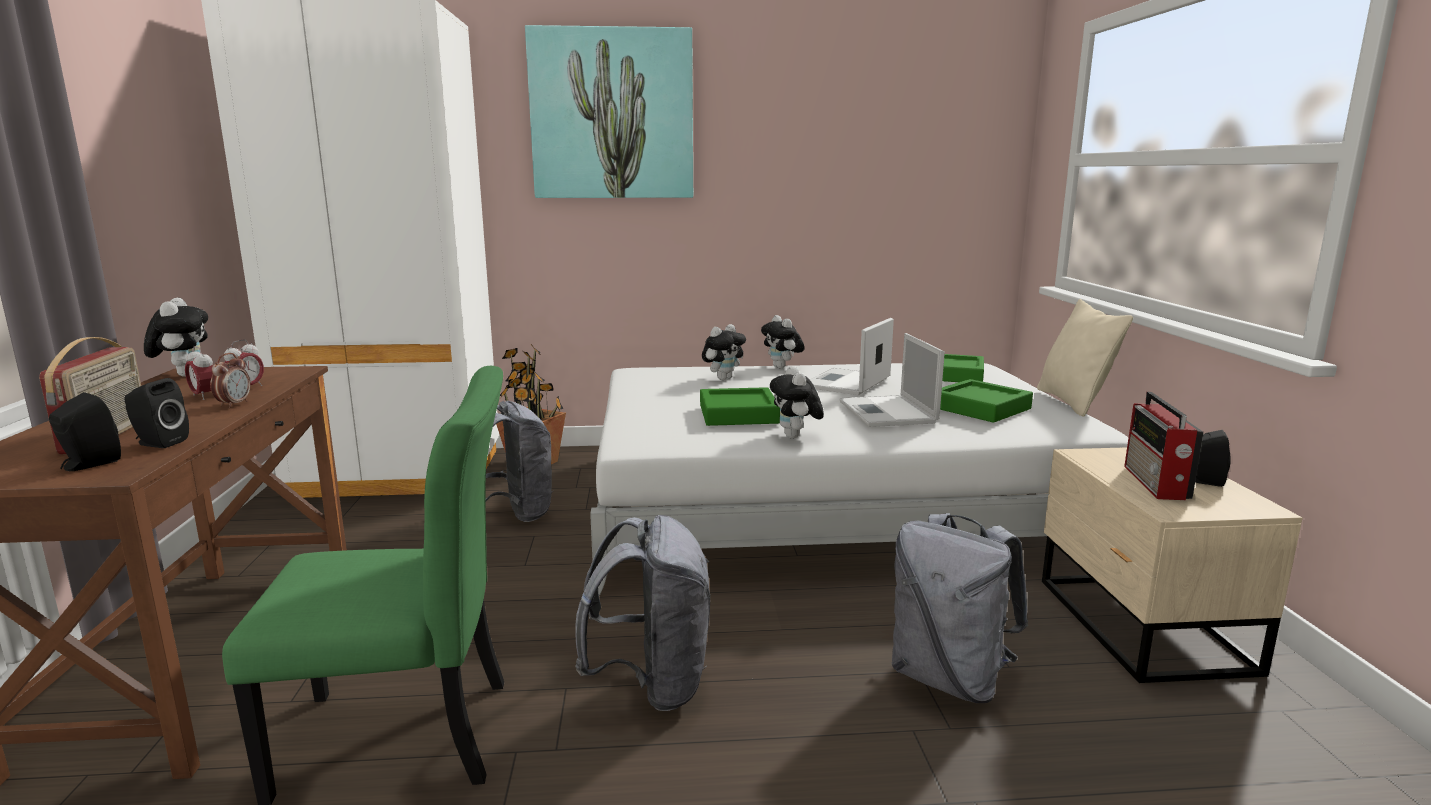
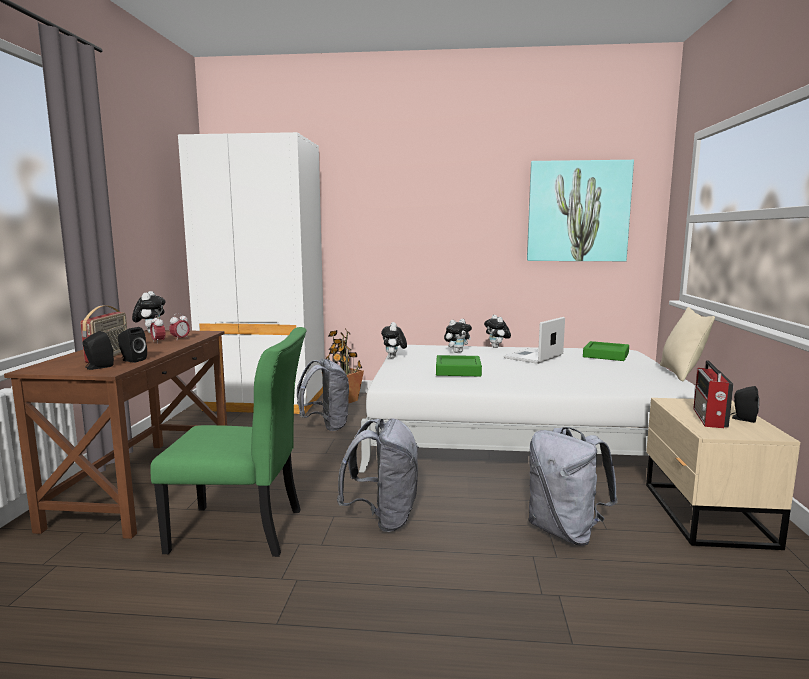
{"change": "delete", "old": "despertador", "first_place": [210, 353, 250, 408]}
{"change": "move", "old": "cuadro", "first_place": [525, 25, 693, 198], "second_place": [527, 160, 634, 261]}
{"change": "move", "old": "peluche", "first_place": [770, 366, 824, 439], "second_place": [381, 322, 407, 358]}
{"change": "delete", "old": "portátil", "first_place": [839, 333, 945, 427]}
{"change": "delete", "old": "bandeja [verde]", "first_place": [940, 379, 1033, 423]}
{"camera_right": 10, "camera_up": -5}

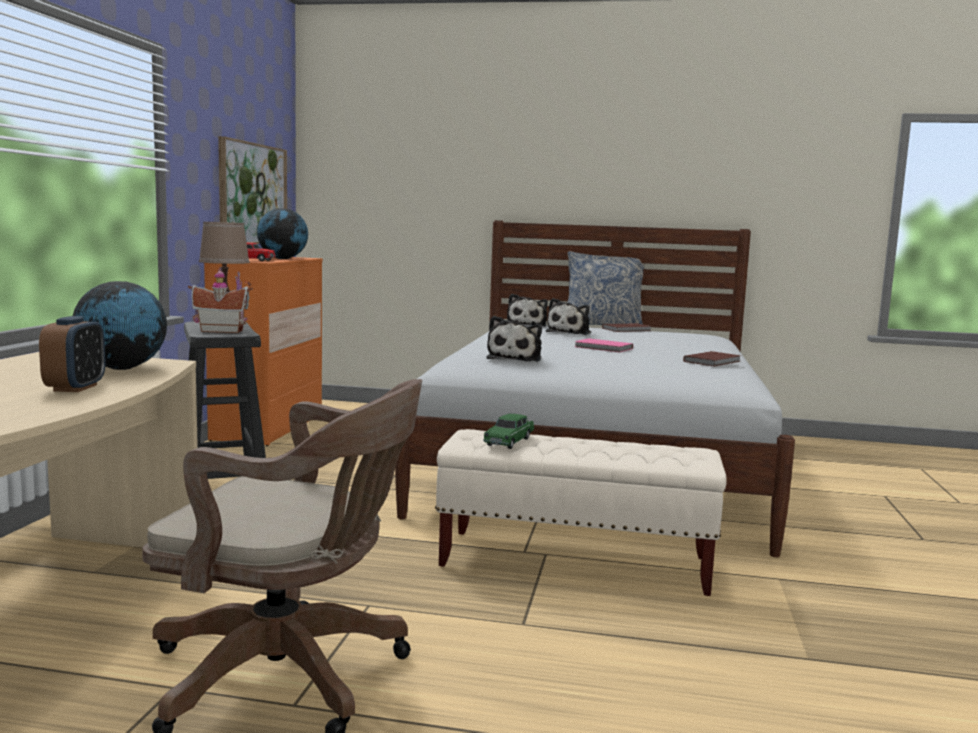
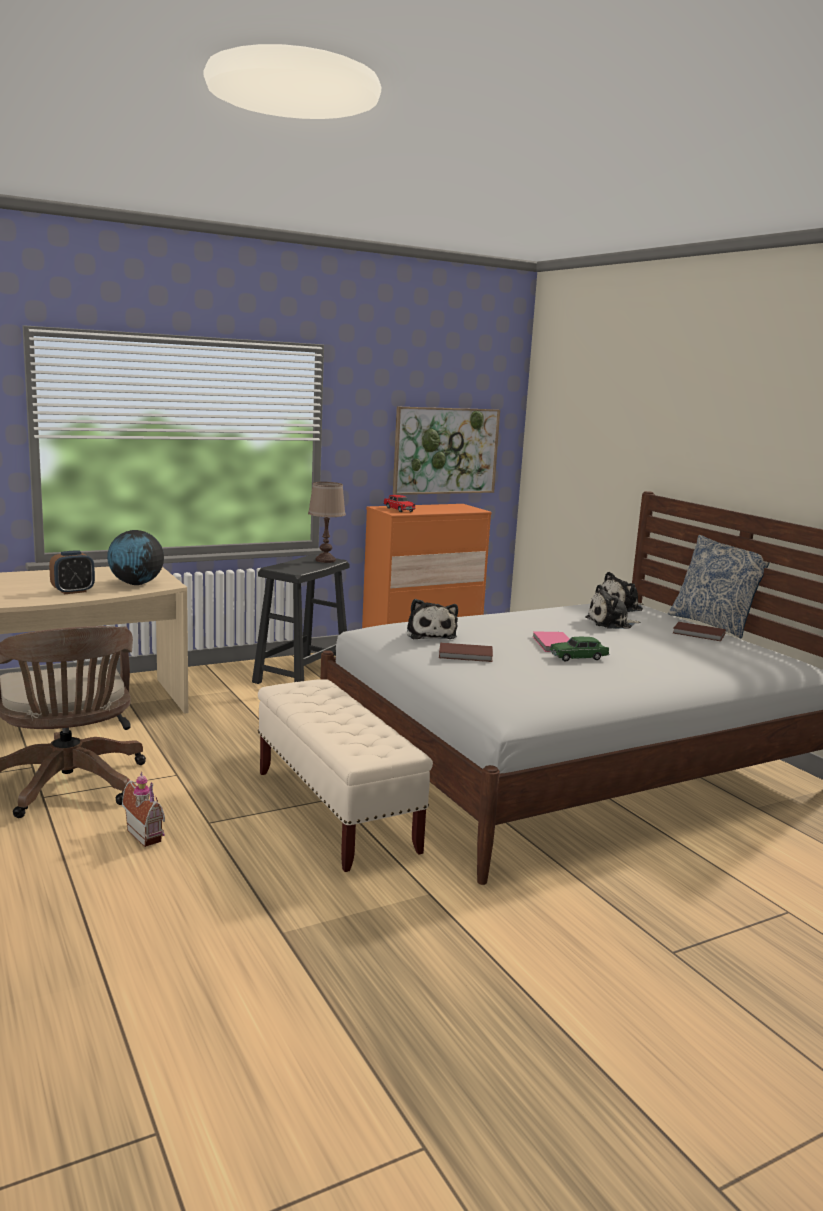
{"change": "move", "old": "casita", "first_place": [188, 267, 253, 333], "second_place": [122, 772, 165, 847]}
{"change": "delete", "old": "globo terráqueo", "first_place": [257, 208, 308, 259]}
{"change": "move", "old": "coche de juguete [verde]", "first_place": [483, 414, 534, 449], "second_place": [549, 637, 610, 662]}
{"change": "rotate", "old": "peluche", "first_place": [487, 316, 542, 362], "second_place": [407, 599, 458, 639], "degrees": -75}
{"change": "move", "old": "libro [marrón]", "first_place": [683, 351, 741, 367], "second_place": [439, 643, 493, 662]}
{"camera_right": 50, "camera_up": 5}

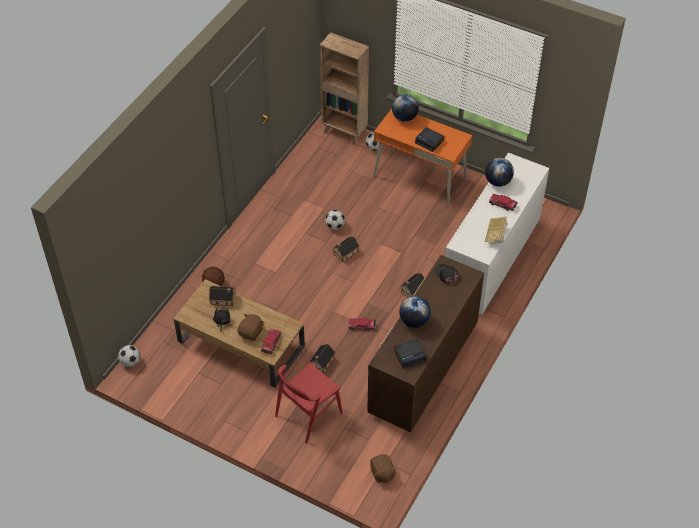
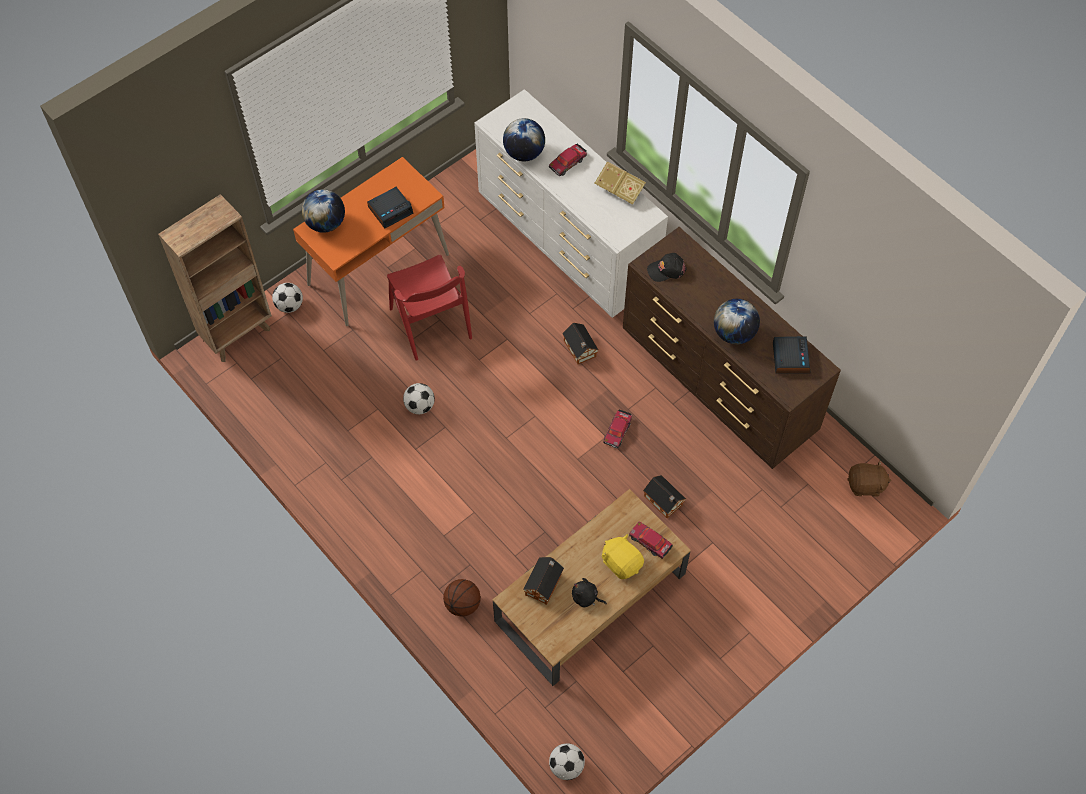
{"change": "recolor", "old": "peluche [marrón]", "new": "peluche [amarillo]", "first_place": [238, 313, 264, 341], "second_place": [602, 534, 644, 579]}
{"change": "move", "old": "silla [rojo]", "first_place": [275, 362, 343, 444], "second_place": [387, 255, 472, 361]}
{"change": "delete", "old": "casita", "first_place": [332, 236, 359, 262]}
{"camera_right": -70, "camera_up": 10}

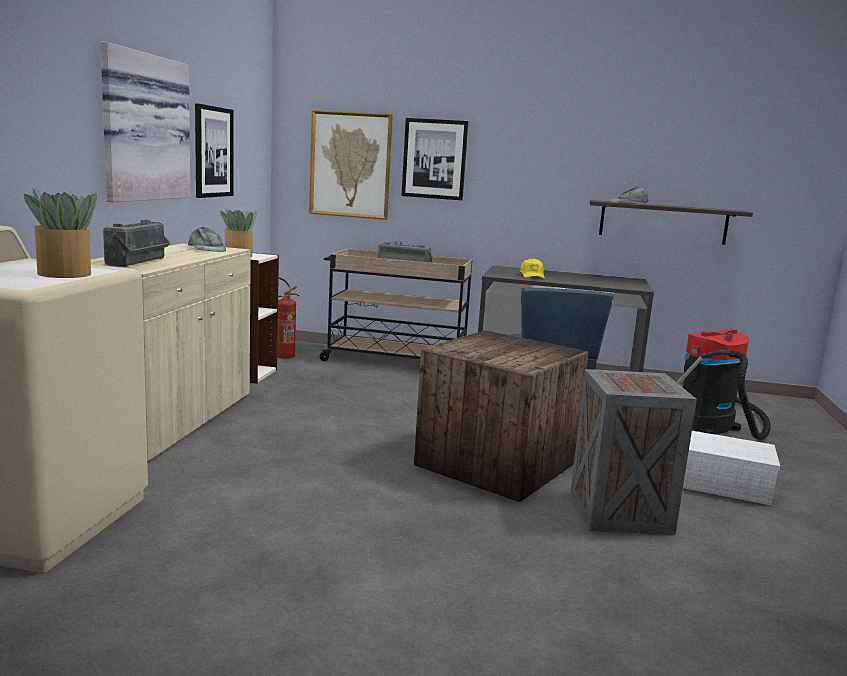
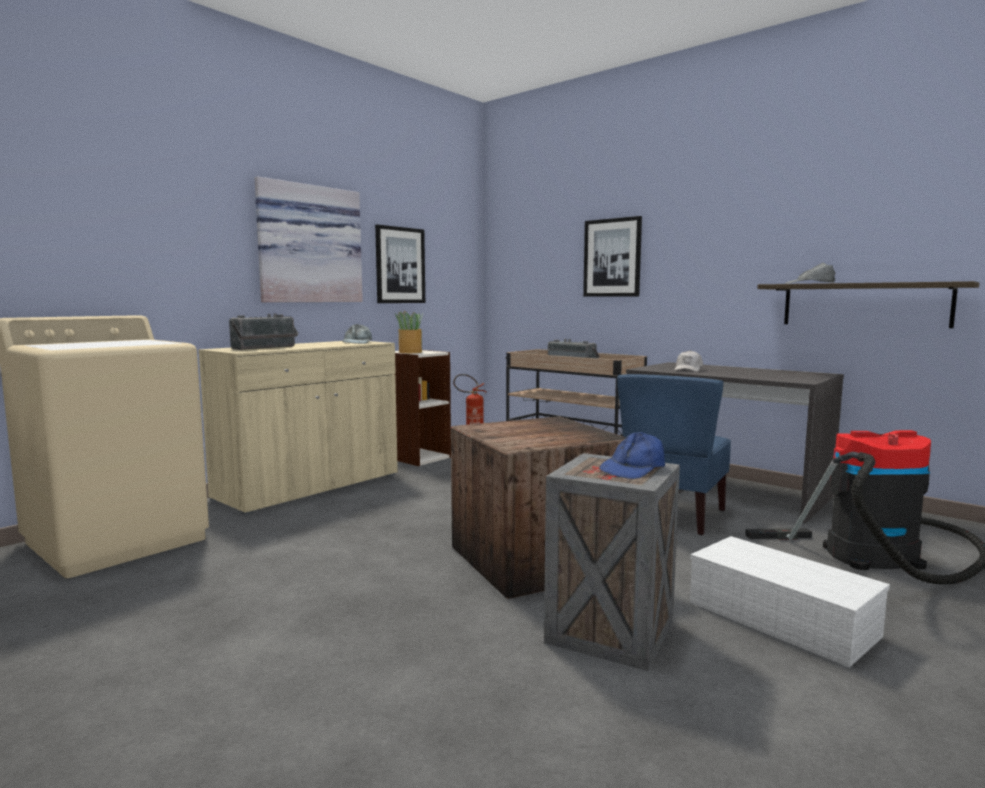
{"change": "delete", "old": "planta en maceta", "first_place": [24, 188, 97, 278]}
{"change": "delete", "old": "cuadro", "first_place": [309, 110, 393, 220]}
{"change": "recolor", "old": "gorra [amarillo]", "new": "gorra [blanco]", "first_place": [520, 258, 545, 279], "second_place": [675, 350, 703, 372]}
{"change": "insert", "new": "gorra [azul]", "second_place": [599, 432, 665, 479]}
{"camera_right": 30, "camera_up": -5}

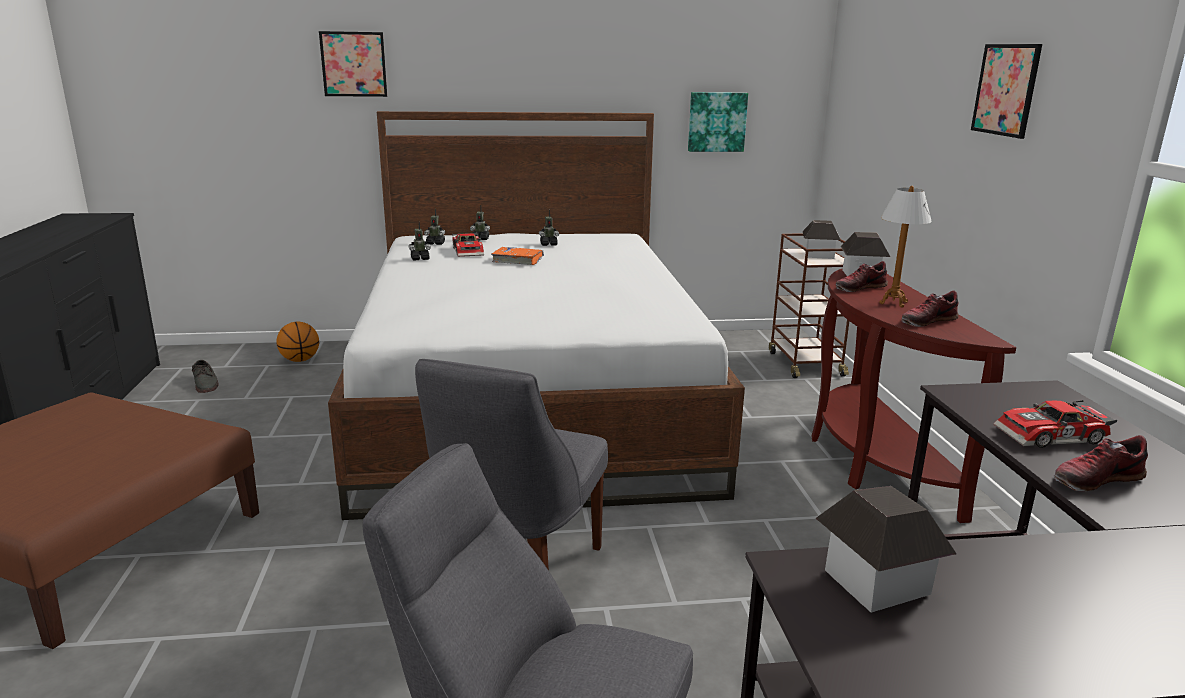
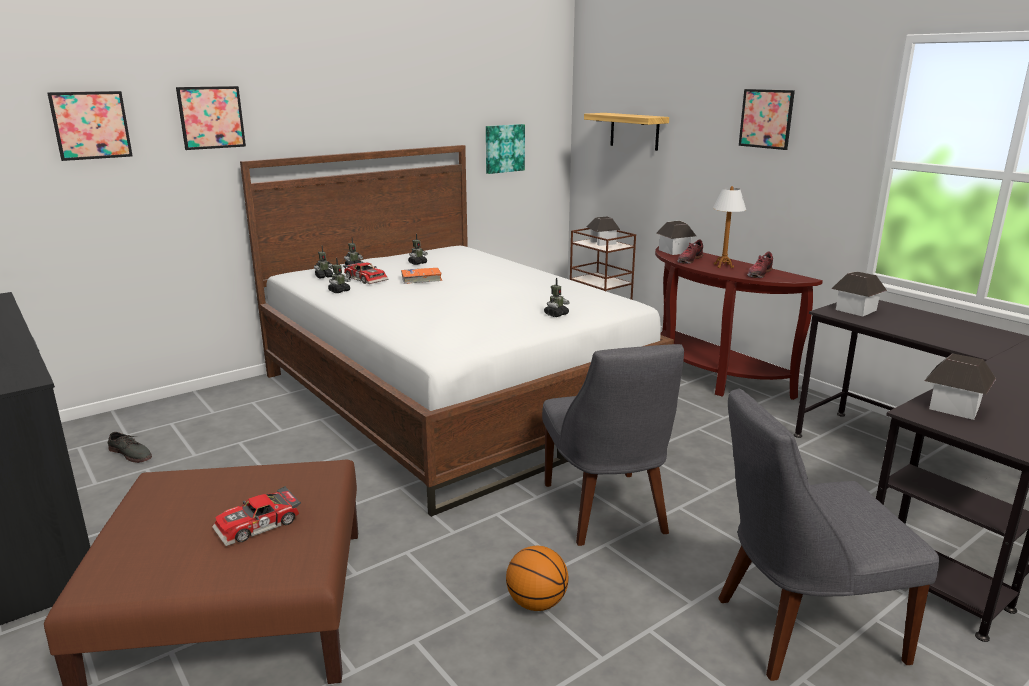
{"change": "move", "old": "balón de baloncesto", "first_place": [276, 322, 319, 362], "second_place": [506, 546, 569, 611]}
{"change": "move", "old": "coche de juguete", "first_place": [993, 400, 1117, 448], "second_place": [212, 486, 301, 546]}
{"change": "delete", "old": "zapato", "first_place": [1054, 435, 1148, 491]}
{"change": "insert", "new": "cuadro", "second_place": [47, 91, 133, 161]}
{"change": "insert", "new": "robot de juguete", "second_place": [544, 278, 570, 317]}
{"change": "insert", "new": "estante", "second_place": [584, 113, 669, 151]}
{"change": "insert", "new": "casita", "second_place": [832, 272, 887, 316]}
{"camera_right": -30, "camera_up": 0}

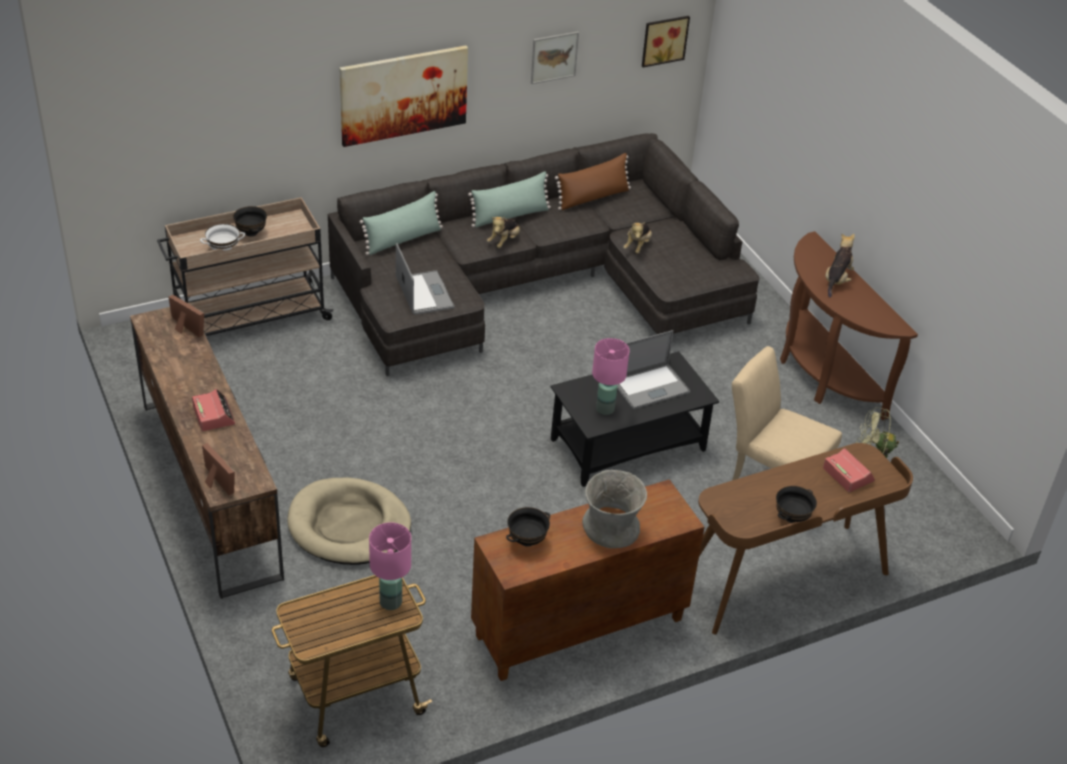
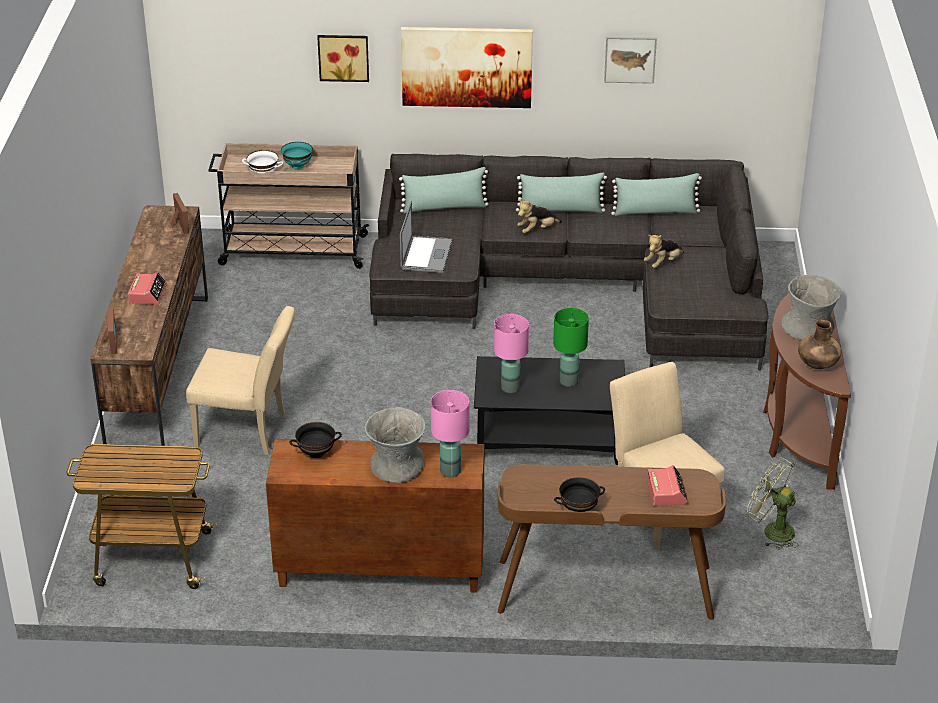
{"change": "recolor", "old": "cuenco [negro]", "new": "cuenco [turquesa]", "first_place": [233, 206, 267, 237], "second_place": [281, 142, 313, 170]}
{"change": "replace", "old": "cama para perro [beis]", "new": "silla [beis]", "first_place": [287, 478, 411, 565], "second_place": [186, 306, 295, 455]}
{"change": "move", "old": "lámpara de mesa [rosa]", "first_place": [369, 523, 411, 610], "second_place": [431, 390, 469, 477]}
{"change": "recolor", "old": "cojín [marrón]", "new": "cojín [verde]", "first_place": [555, 153, 631, 210], "second_place": [611, 173, 702, 216]}
{"change": "replace", "old": "portátil", "new": "lámpara de mesa [verde]", "first_place": [617, 330, 690, 409], "second_place": [553, 308, 589, 387]}
{"change": "move", "old": "cuadro", "first_place": [642, 16, 690, 67], "second_place": [317, 35, 369, 82]}
{"change": "replace", "old": "peluche", "new": "florero [gris]", "first_place": [825, 234, 855, 298], "second_place": [781, 275, 841, 340]}
{"change": "insert", "new": "florero [marrón]", "second_place": [798, 320, 842, 369]}
{"camera_right": 30, "camera_up": -5}

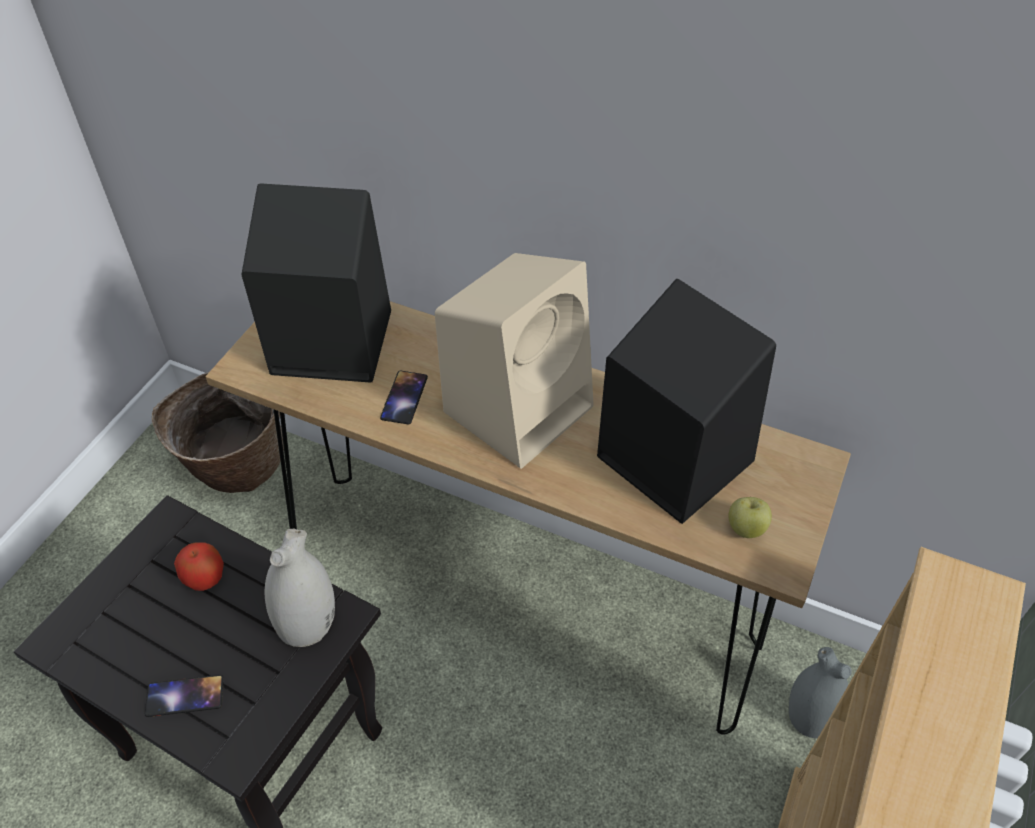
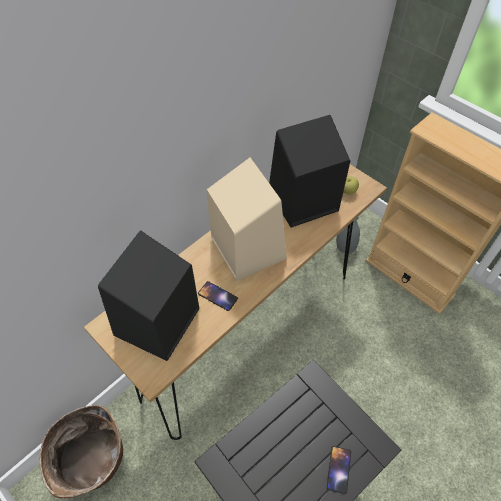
{"change": "delete", "old": "manzana", "first_place": [174, 542, 224, 591]}
{"change": "delete", "old": "florero [blanco]", "first_place": [265, 528, 335, 647]}
{"camera_right": -70, "camera_up": 5}

